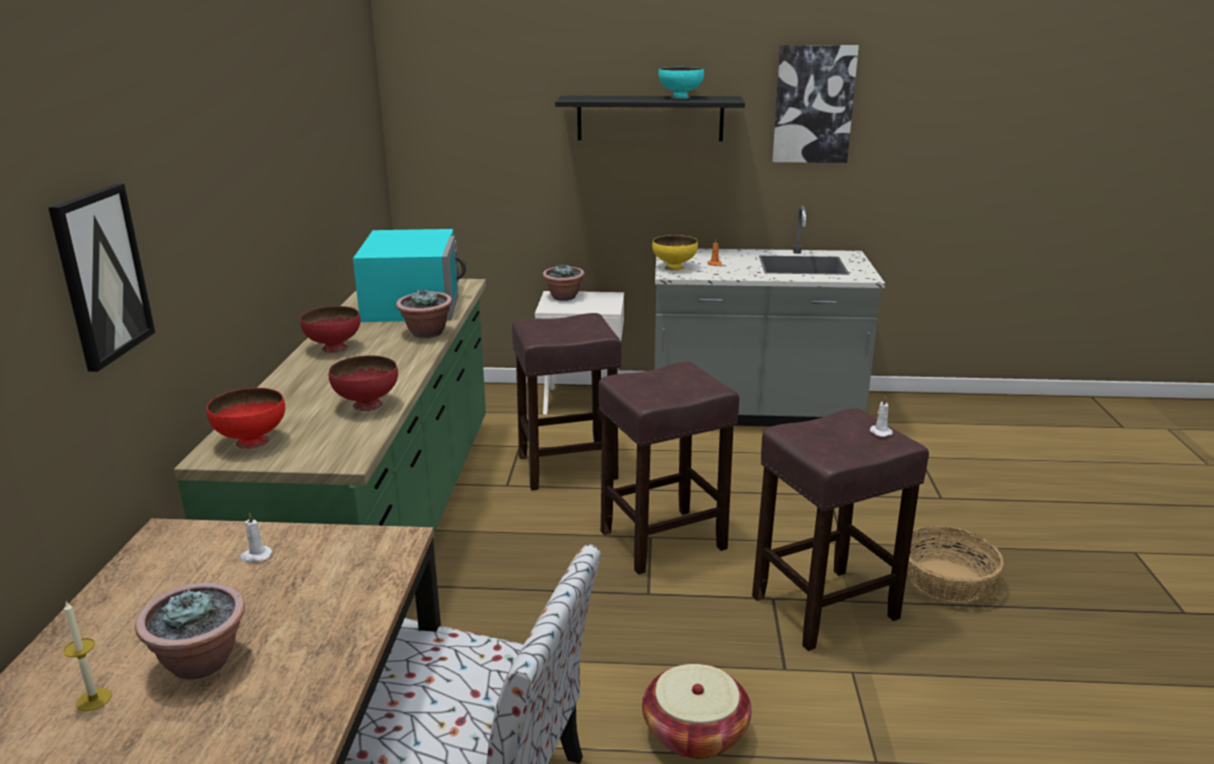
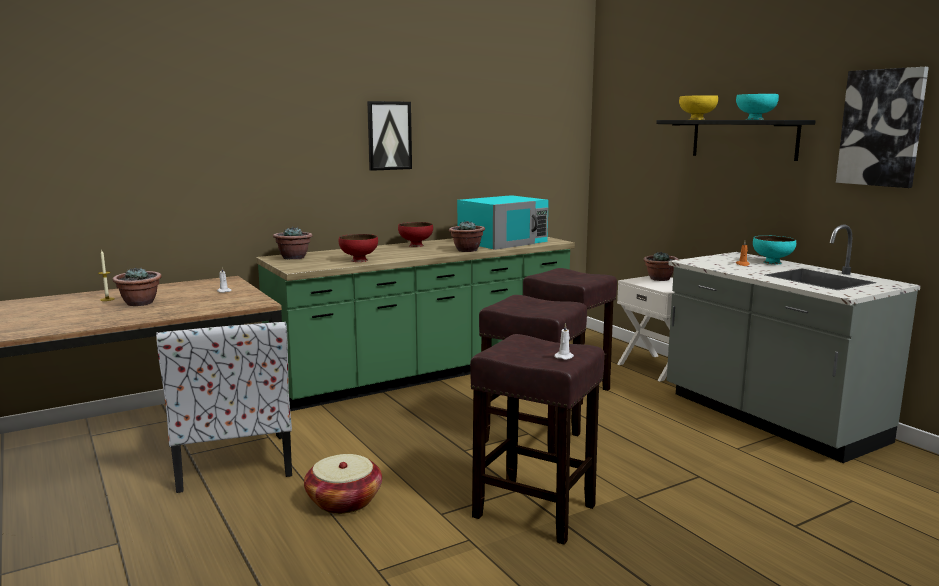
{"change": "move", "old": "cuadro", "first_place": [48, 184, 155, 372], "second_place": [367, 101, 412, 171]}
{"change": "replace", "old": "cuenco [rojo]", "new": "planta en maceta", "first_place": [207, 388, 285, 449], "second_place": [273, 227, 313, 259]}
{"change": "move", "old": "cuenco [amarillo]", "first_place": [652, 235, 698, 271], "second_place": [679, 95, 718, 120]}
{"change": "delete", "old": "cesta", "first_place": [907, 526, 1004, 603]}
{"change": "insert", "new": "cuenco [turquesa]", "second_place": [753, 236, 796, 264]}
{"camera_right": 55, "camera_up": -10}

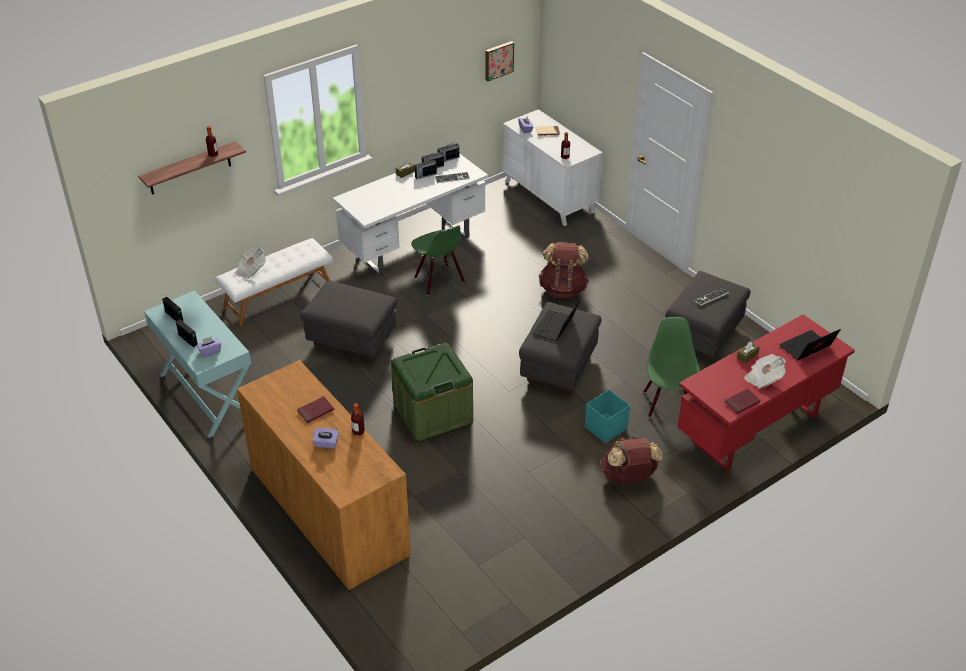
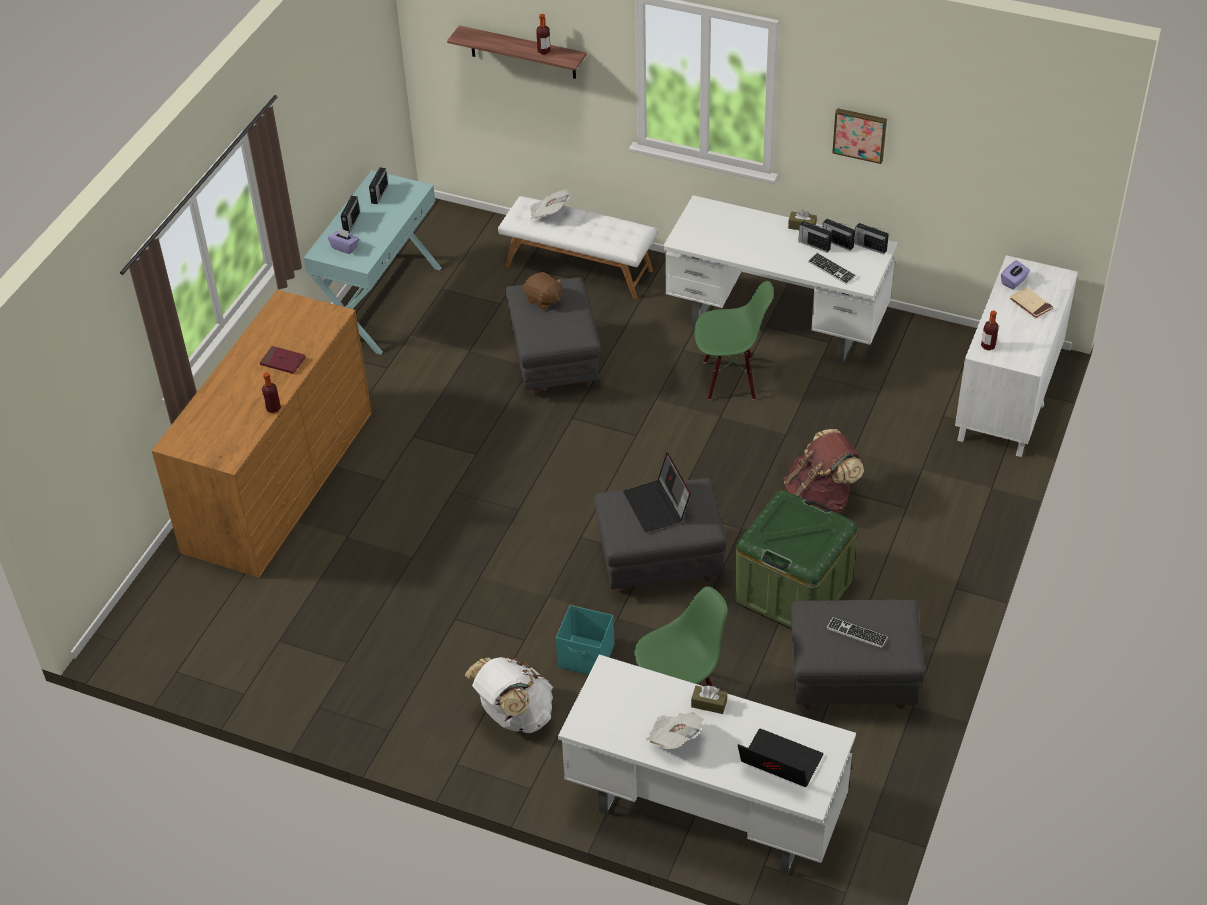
{"change": "delete", "old": "caja de pañuelos [morado]", "first_place": [312, 428, 339, 448]}
{"change": "move", "old": "caja de almacenaje [verde]", "first_place": [391, 343, 473, 442], "second_place": [734, 490, 857, 629]}
{"change": "rotate", "old": "silla [verde]", "first_place": [411, 225, 465, 296], "second_place": [695, 281, 774, 400], "degrees": -120}
{"change": "move", "old": "cuadro", "first_place": [485, 41, 514, 81], "second_place": [832, 108, 887, 164]}
{"change": "rotate", "old": "portátil", "first_place": [533, 300, 580, 341], "second_place": [623, 452, 691, 532], "degrees": -105}
{"change": "recolor", "old": "mochila [marrón]", "new": "mochila [blanco]", "first_place": [600, 436, 663, 484], "second_place": [465, 657, 553, 733]}
{"change": "recolor", "old": "escritorio [rojo]", "new": "escritorio [blanco]", "first_place": [677, 314, 855, 471], "second_place": [558, 655, 856, 874]}
{"change": "delete", "old": "libro [rojo]", "first_place": [725, 388, 761, 414]}
{"change": "insert", "new": "peluche [marrón]", "second_place": [523, 272, 562, 311]}
{"camera_right": 60, "camera_up": 5}

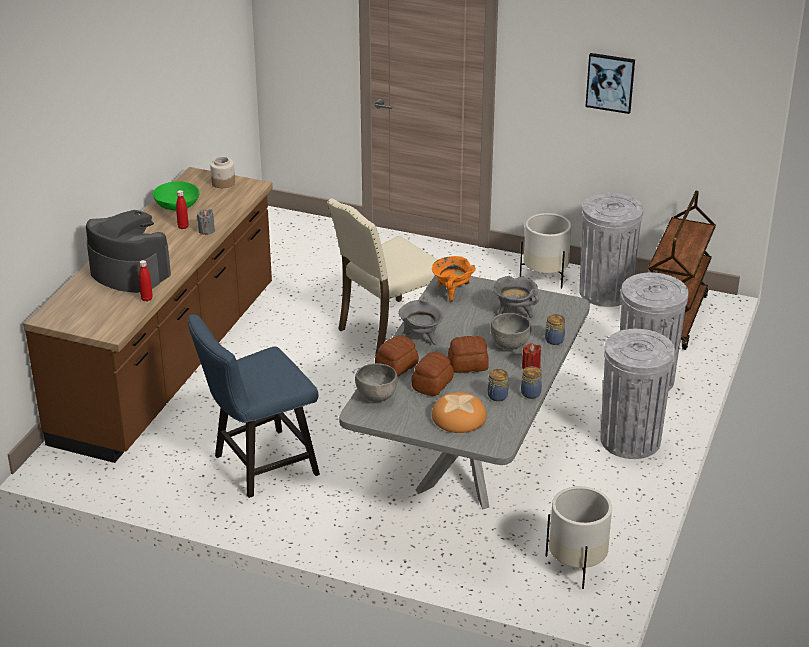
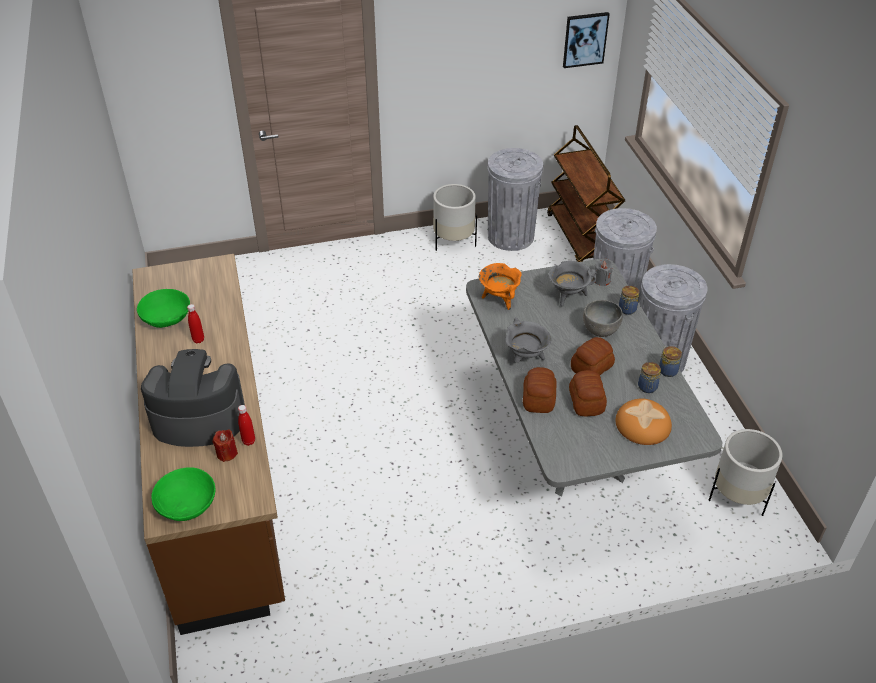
{"change": "delete", "old": "silla [azul]", "first_place": [187, 314, 320, 498]}
{"change": "move", "old": "vela [gris]", "first_place": [197, 209, 215, 235], "second_place": [595, 259, 613, 286]}
{"change": "delete", "old": "tarro", "first_place": [210, 157, 235, 188]}
{"change": "delete", "old": "silla [beis]", "first_place": [327, 198, 438, 356]}
{"change": "delete", "old": "cuenco [gris]", "first_place": [355, 363, 398, 402]}
{"change": "move", "old": "vela [rojo]", "first_place": [522, 343, 541, 369], "second_place": [213, 429, 238, 462]}
{"change": "move", "old": "cuadro", "first_place": [585, 53, 635, 114], "second_place": [563, 12, 610, 68]}
{"change": "insert", "new": "cuenco [verde]", "second_place": [151, 467, 216, 521]}
{"camera_right": -35, "camera_up": 10}

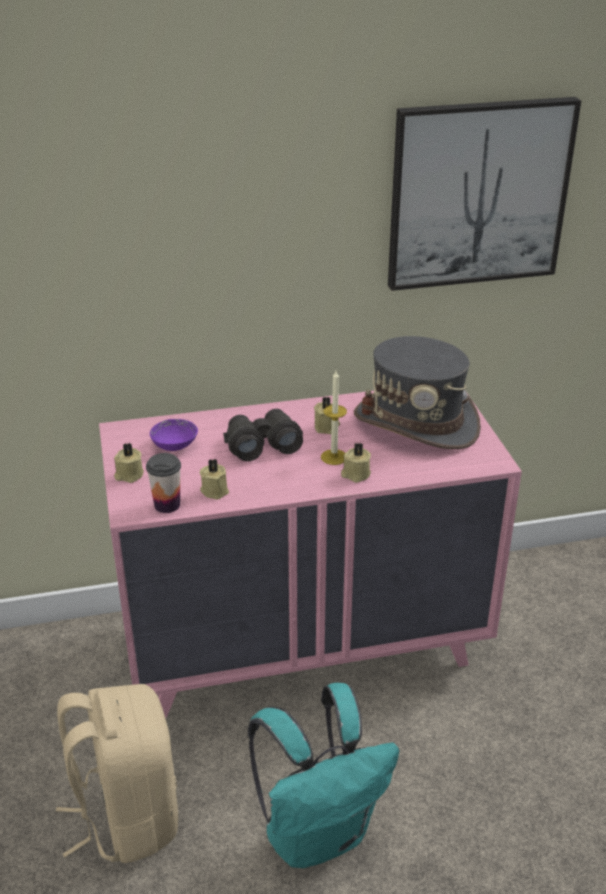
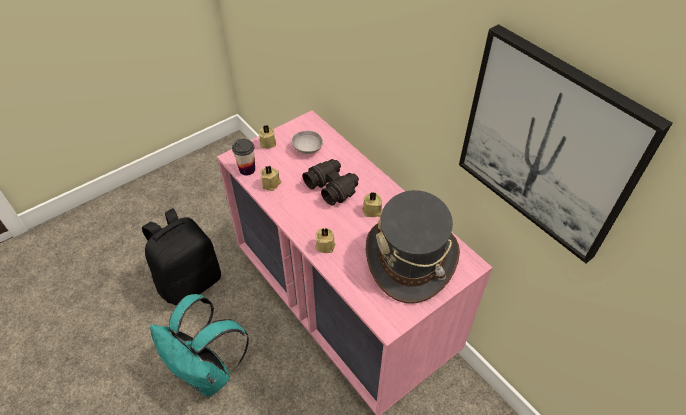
{"change": "recolor", "old": "mochila [beis]", "new": "mochila [negro]", "first_place": [56, 684, 178, 863], "second_place": [142, 208, 221, 306]}
{"change": "recolor", "old": "cuenco [morado]", "new": "cuenco [gris]", "first_place": [150, 419, 198, 451], "second_place": [291, 131, 323, 154]}
{"change": "delete", "old": "vela", "first_place": [321, 371, 347, 465]}
{"camera_right": 65, "camera_up": 15}

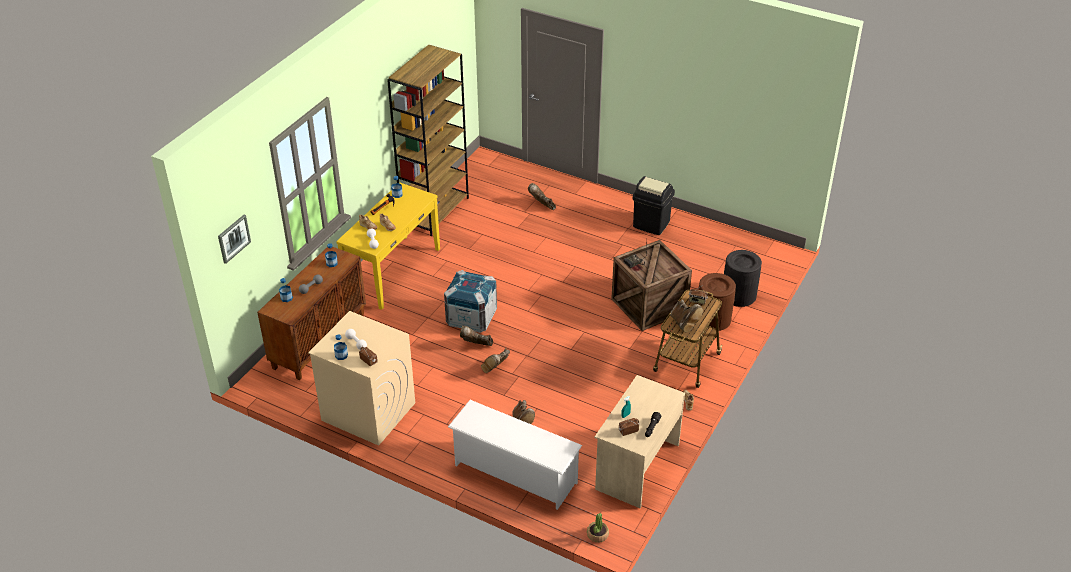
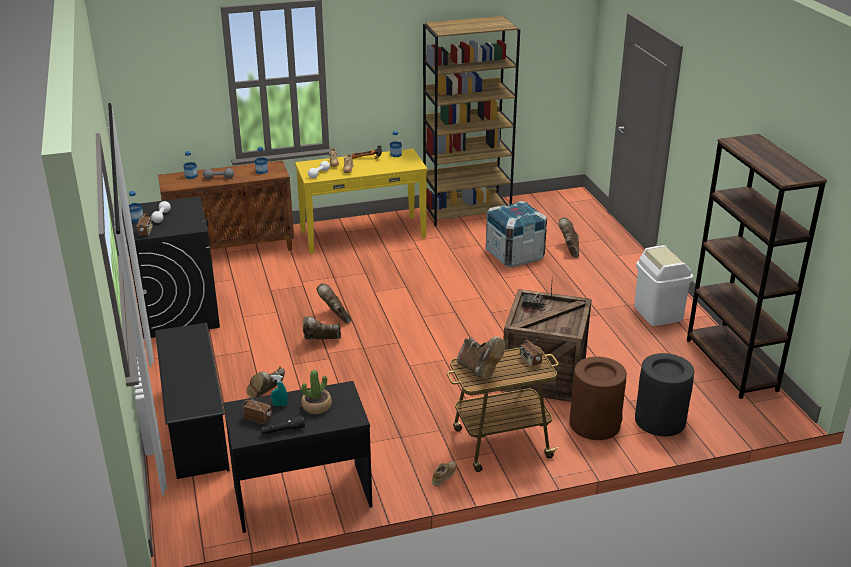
{"change": "delete", "old": "cuadro", "first_place": [218, 215, 251, 264]}
{"change": "recolor", "old": "lavadora [beis]", "new": "lavadora [negro]", "first_place": [308, 311, 415, 446], "second_place": [122, 196, 220, 338]}
{"change": "move", "old": "caja de embalaje", "first_place": [444, 270, 497, 333], "second_place": [486, 201, 547, 268]}
{"change": "recolor", "old": "zapatero [blanco]", "new": "zapatero [negro]", "first_place": [448, 400, 582, 510], "second_place": [155, 323, 230, 479]}
{"change": "move", "old": "planta en maceta", "first_place": [587, 513, 609, 543], "second_place": [301, 370, 332, 414]}
{"change": "recolor", "old": "escritorio [beis]", "new": "escritorio [negro]", "first_place": [595, 375, 685, 508], "second_place": [223, 381, 373, 533]}
{"change": "recolor", "old": "papelera [negro]", "new": "papelera [blanco]", "first_place": [633, 176, 675, 235], "second_place": [634, 245, 693, 326]}
{"change": "rotate", "old": "bota [marrón]", "first_place": [670, 300, 703, 332], "second_place": [457, 336, 505, 380], "degrees": -60}
{"change": "insert", "new": "estantería [marrón]", "second_place": [687, 134, 827, 399]}
{"camera_right": 45, "camera_up": -10}

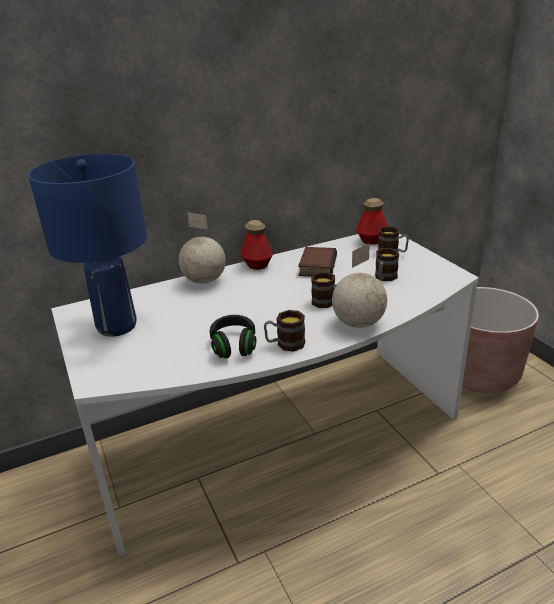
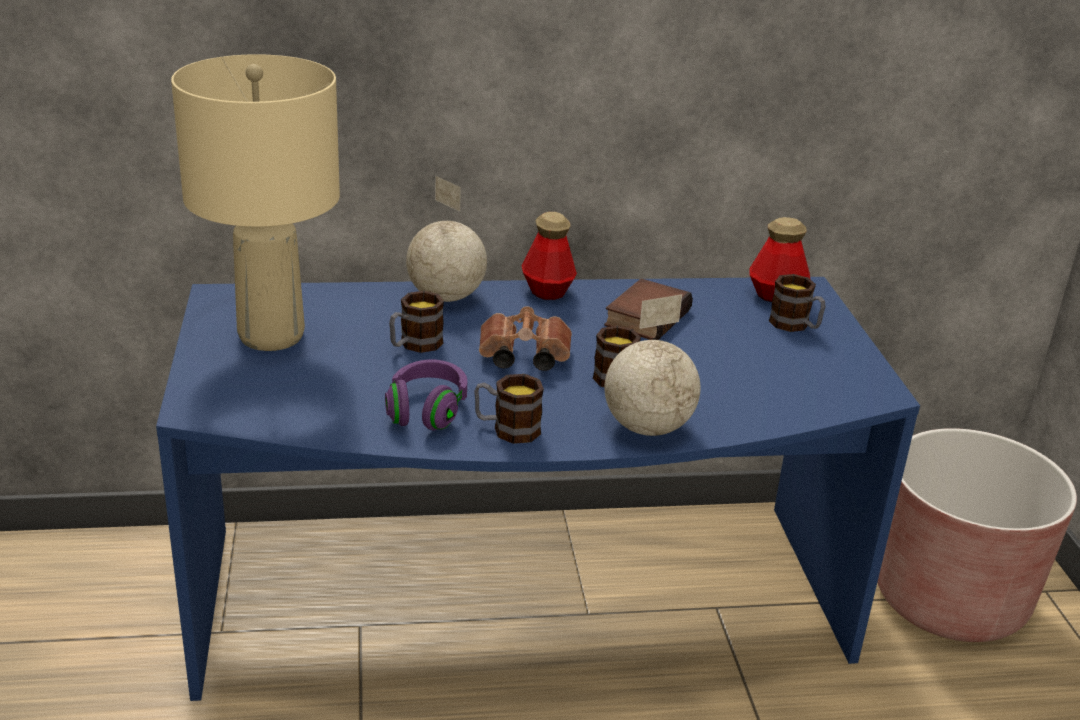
{"change": "recolor", "old": "lámpara de mesa [azul]", "new": "lámpara de mesa [beis]", "first_place": [28, 154, 147, 337], "second_place": [171, 54, 340, 351]}
{"change": "recolor", "old": "escritorio [blanco]", "new": "escritorio [azul]", "first_place": [51, 234, 479, 556], "second_place": [156, 277, 920, 701]}
{"change": "recolor", "old": "auriculares [negro]", "new": "auriculares [morado]", "first_place": [209, 315, 256, 358], "second_place": [385, 360, 467, 430]}
{"change": "move", "old": "taza grande", "first_place": [375, 248, 399, 281], "second_place": [389, 291, 444, 353]}
{"change": "insert", "new": "prismáticos [marrón]", "second_place": [479, 306, 572, 371]}
{"camera_right": 15, "camera_up": 0}

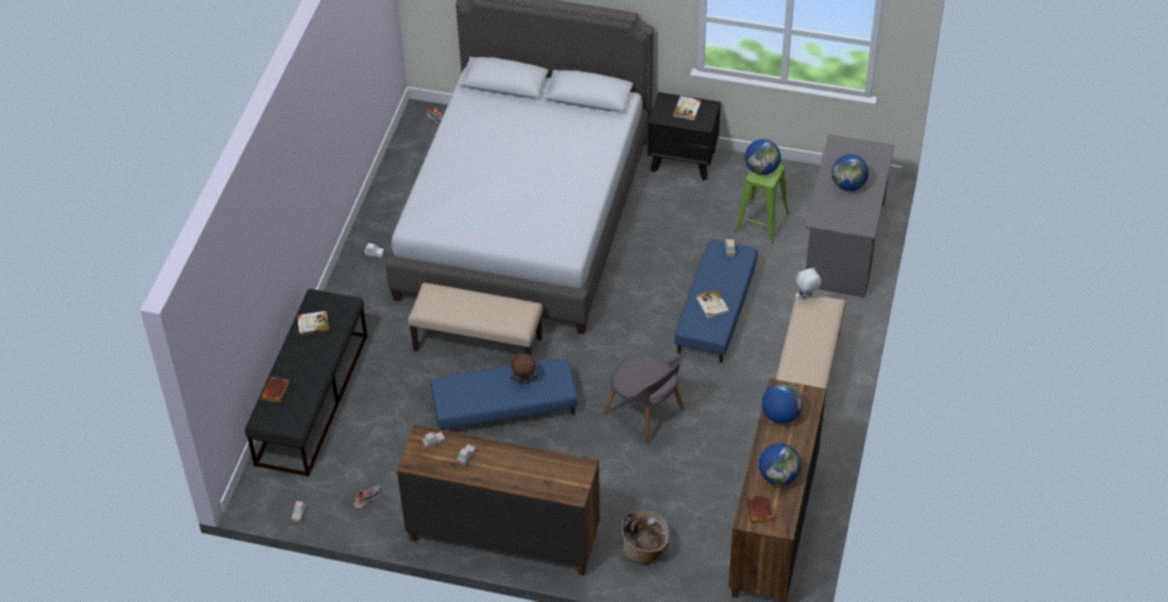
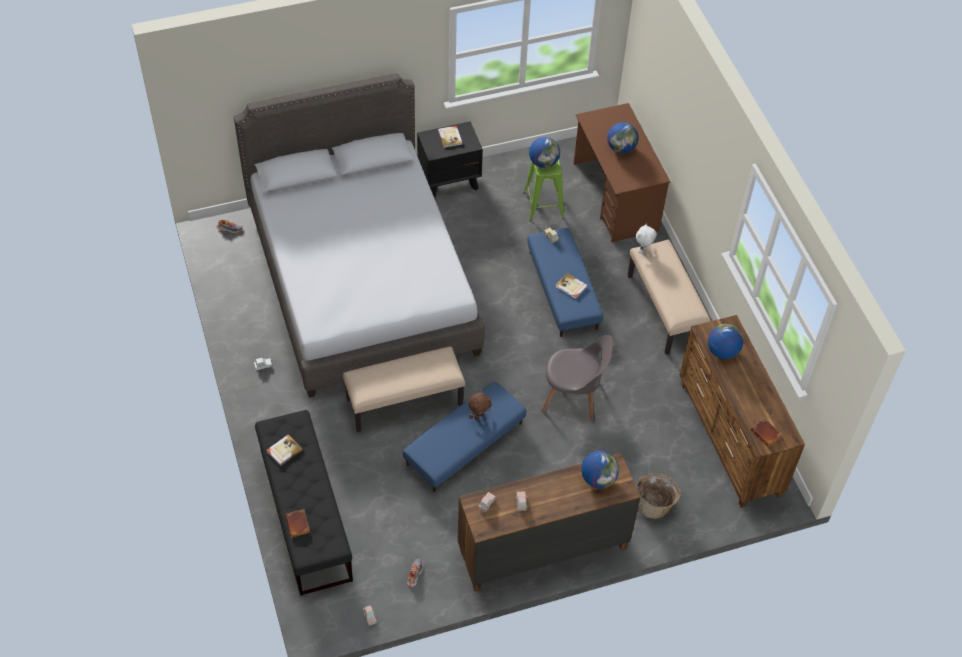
{"change": "move", "old": "globo terráqueo", "first_place": [759, 443, 801, 486], "second_place": [581, 451, 619, 488]}
{"change": "recolor", "old": "escritorio [gris]", "new": "escritorio [marrón]", "first_place": [805, 134, 895, 298], "second_place": [574, 103, 670, 242]}
{"camera_right": -35, "camera_up": 5}

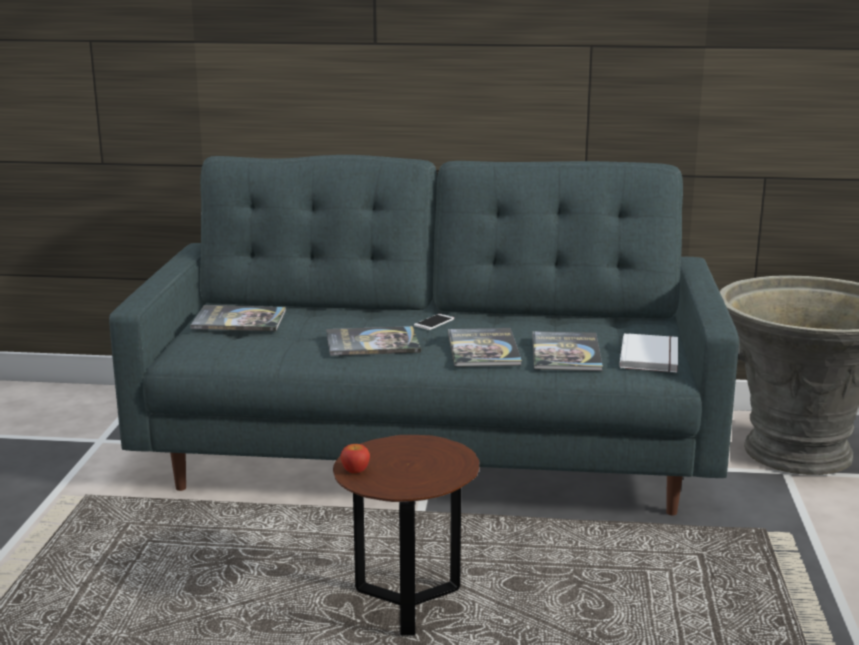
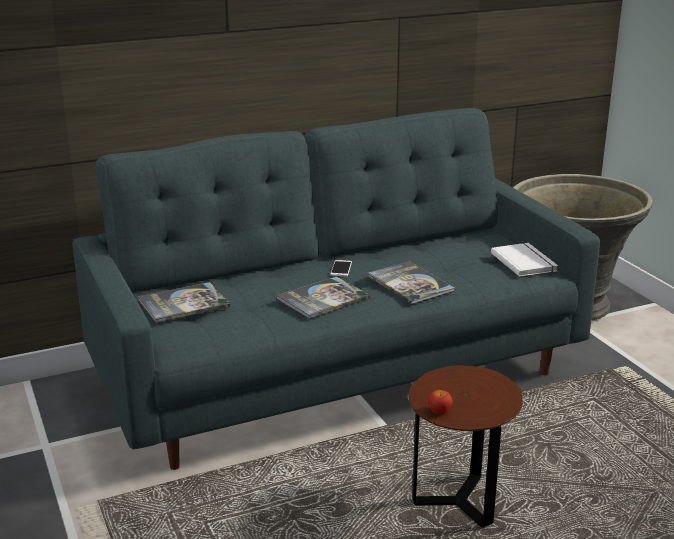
{"change": "delete", "old": "libro", "first_place": [532, 331, 603, 371]}
{"camera_right": -30, "camera_up": 5}

